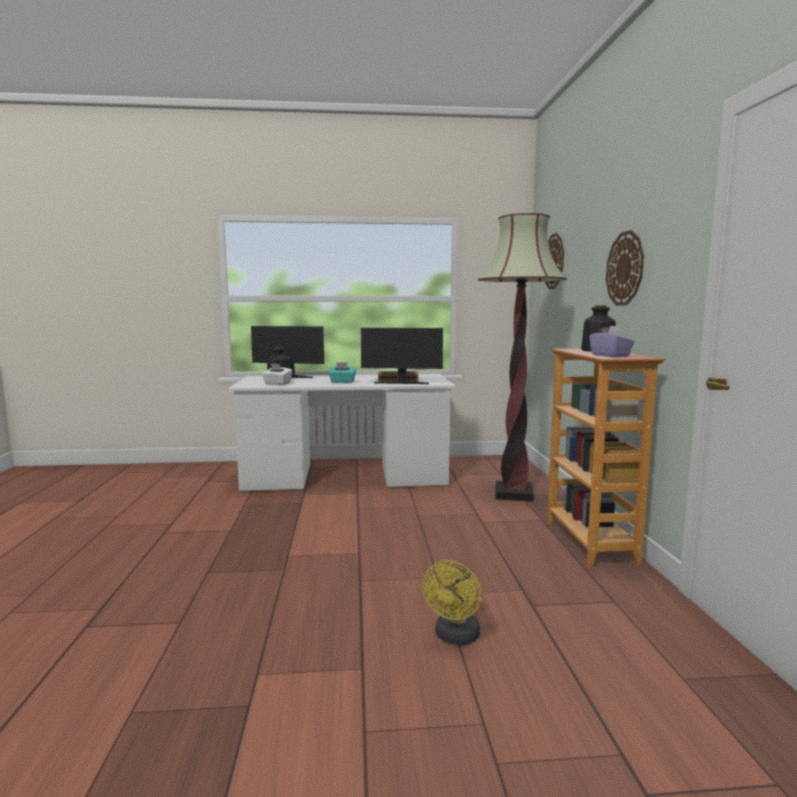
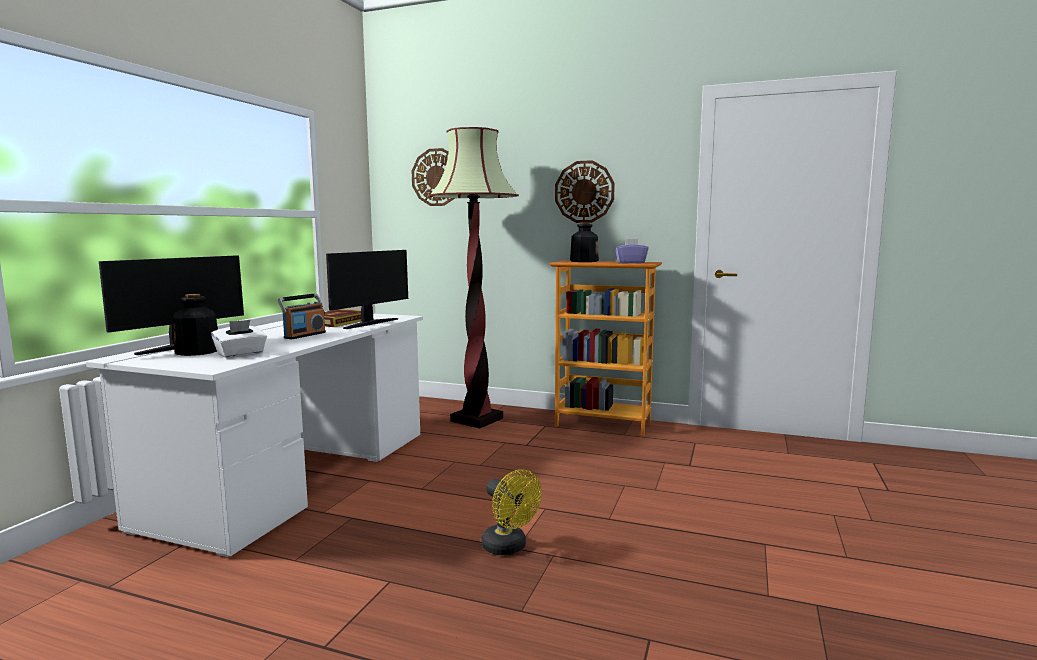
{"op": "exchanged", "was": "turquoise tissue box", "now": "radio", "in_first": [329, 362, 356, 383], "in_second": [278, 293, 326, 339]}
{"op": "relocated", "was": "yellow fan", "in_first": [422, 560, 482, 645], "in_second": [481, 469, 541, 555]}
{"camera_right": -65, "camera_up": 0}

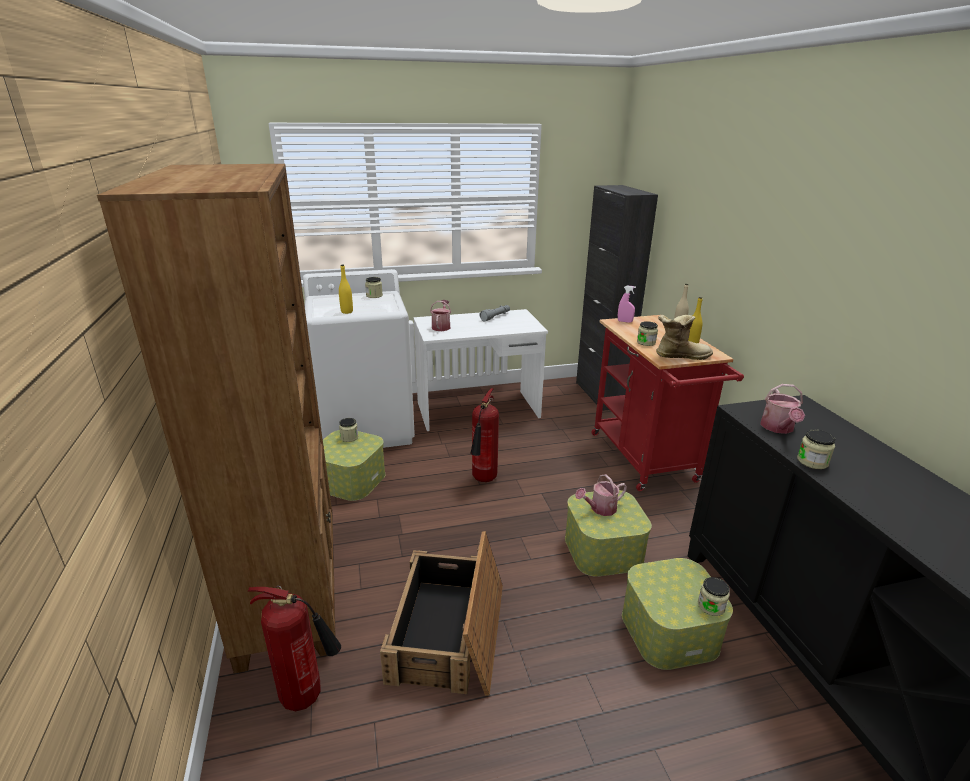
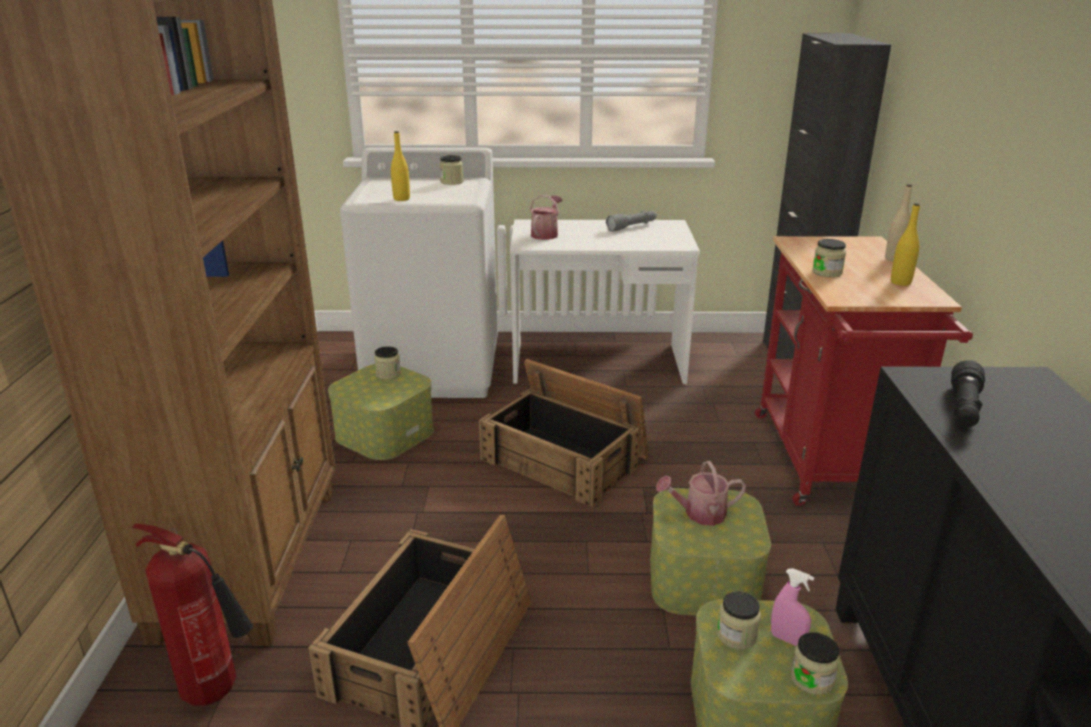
{"op": "exchanged", "was": "fire extinguisher", "now": "crate", "in_first": [470, 388, 499, 482], "in_second": [479, 359, 648, 508]}
{"op": "relocated", "was": "pink spray bottle", "in_first": [618, 286, 636, 323], "in_second": [771, 568, 814, 646]}
{"op": "missing", "was": "boot", "in_first": [656, 315, 713, 360]}
{"op": "exchanged", "was": "watering can", "now": "black flashlight", "in_first": [760, 384, 805, 434], "in_second": [951, 360, 985, 427]}
{"op": "relocated", "was": "jar", "in_first": [797, 429, 836, 469], "in_second": [717, 591, 761, 649]}
{"camera_right": 15, "camera_up": 0}

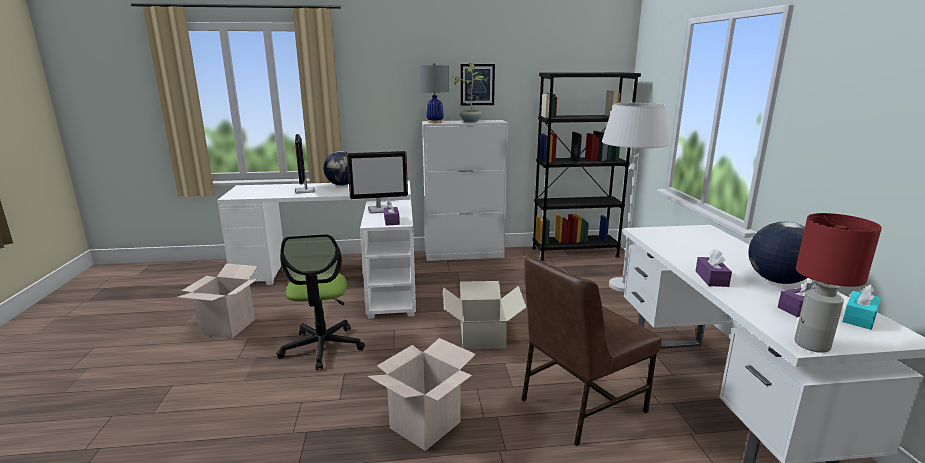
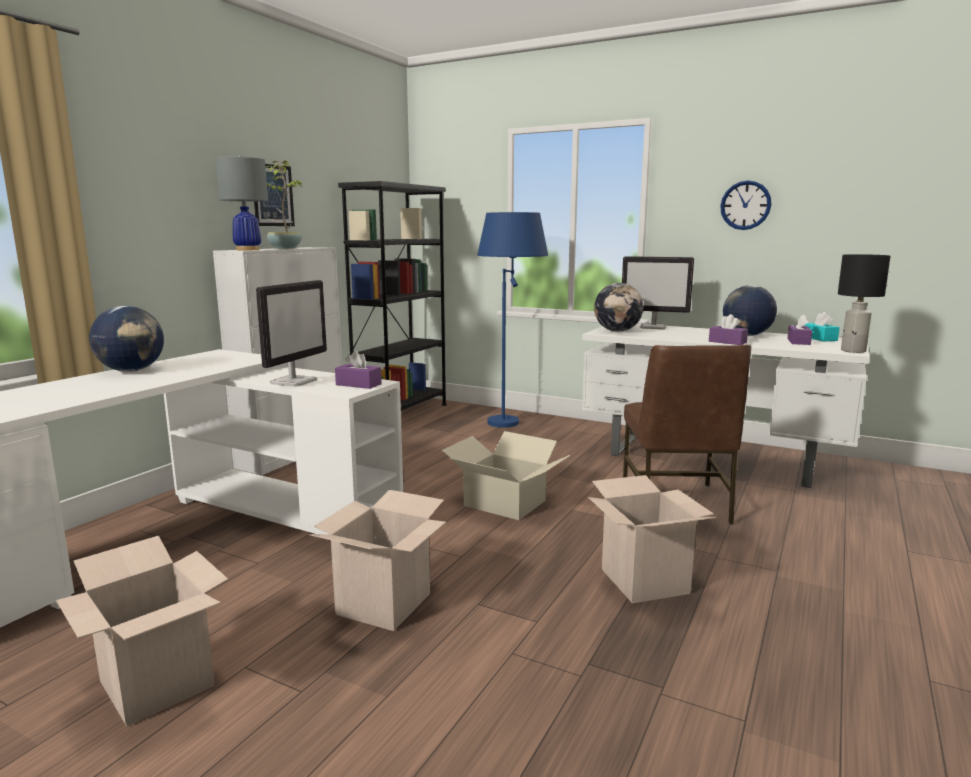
{"op": "exchanged", "was": "office chair", "now": "cardboard box", "in_first": [277, 234, 365, 370], "in_second": [308, 490, 446, 631]}
{"op": "relocated", "was": "monitor", "in_first": [295, 134, 315, 194], "in_second": [622, 256, 694, 329]}
{"op": "colour", "was": "white floor lamp", "now": "blue floor lamp", "in_first": [602, 103, 670, 292], "in_second": [477, 212, 548, 428]}
{"op": "colour", "was": "red table lamp", "now": "black table lamp", "in_first": [794, 213, 882, 353], "in_second": [838, 254, 890, 353]}
{"op": "appeared", "now": "globe", "in_second": [594, 283, 643, 332]}
{"op": "appeared", "now": "wall clock", "in_second": [720, 180, 771, 230]}
{"camera_right": -55, "camera_up": -5}

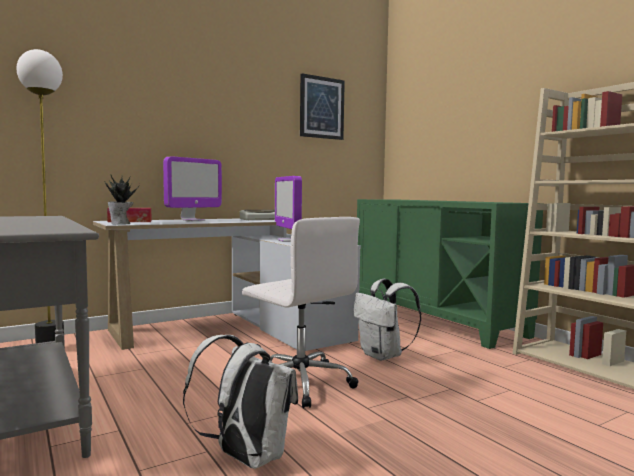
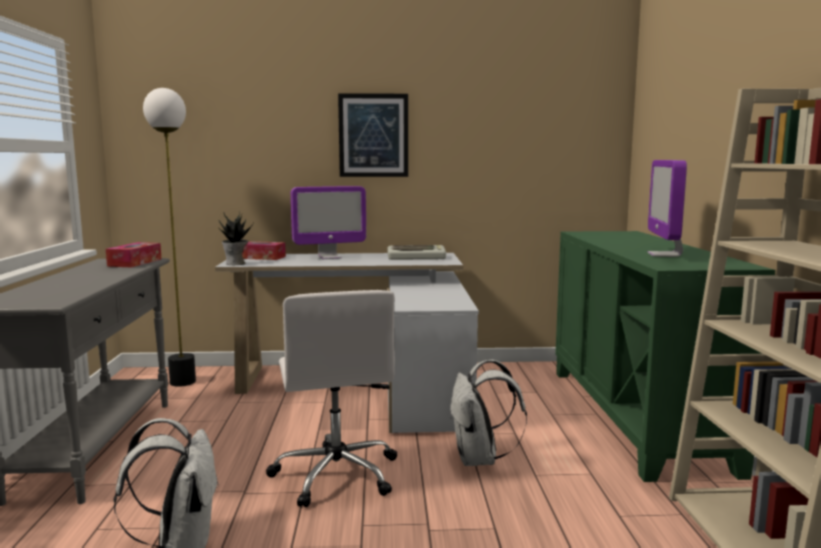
{"op": "relocated", "was": "monitor", "in_first": [275, 176, 302, 242], "in_second": [647, 160, 687, 257]}
{"op": "relocated", "was": "picture", "in_first": [300, 73, 345, 140], "in_second": [338, 93, 408, 177]}
{"op": "appeared", "now": "tissue box", "in_second": [106, 242, 162, 267]}
{"camera_right": 30, "camera_up": 5}

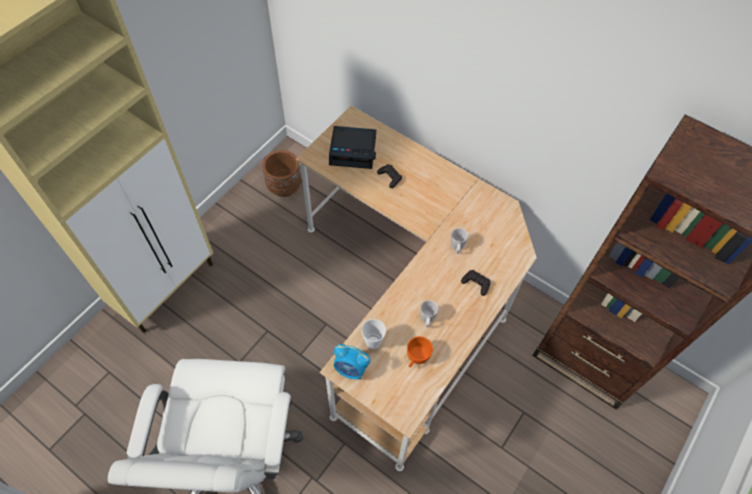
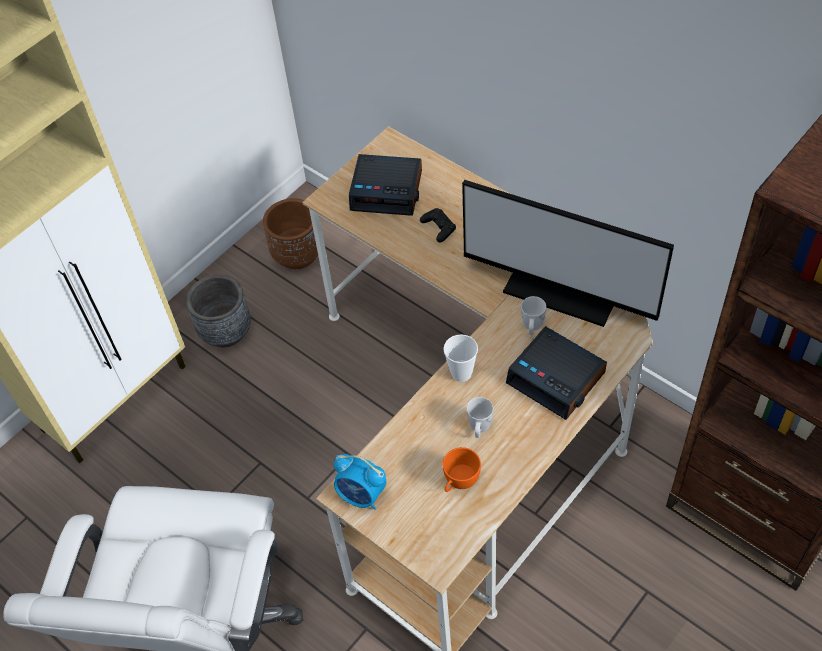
{"op": "relocated", "was": "cup", "in_first": [361, 319, 386, 349], "in_second": [443, 334, 478, 382]}
{"op": "exchanged", "was": "black game controller", "now": "alarm clock", "in_first": [461, 270, 491, 296], "in_second": [506, 326, 607, 420]}
{"op": "appeared", "now": "grey planter", "in_second": [186, 275, 251, 347]}
{"op": "appeared", "now": "monitor", "in_second": [462, 180, 674, 327]}
{"camera_right": 10, "camera_up": -5}

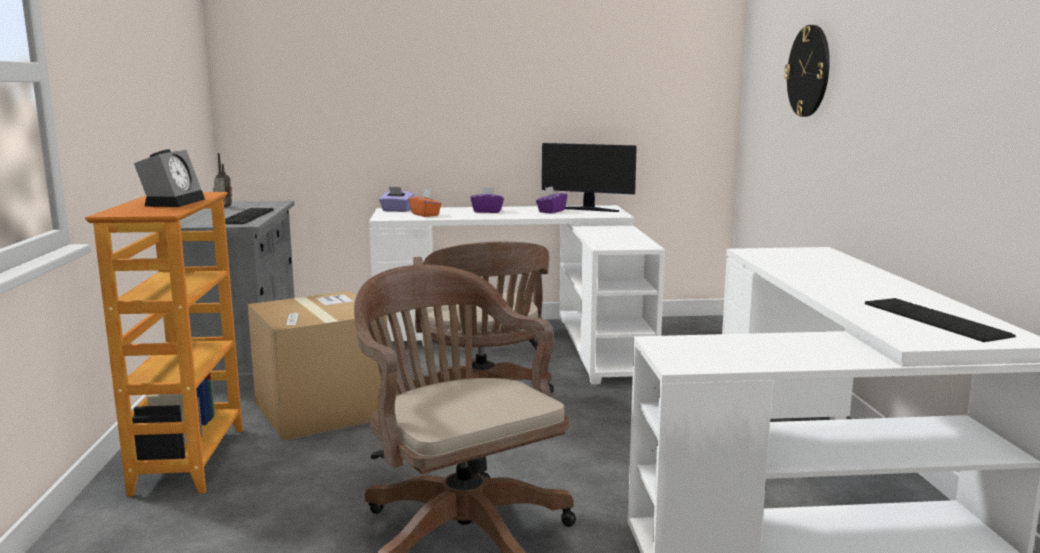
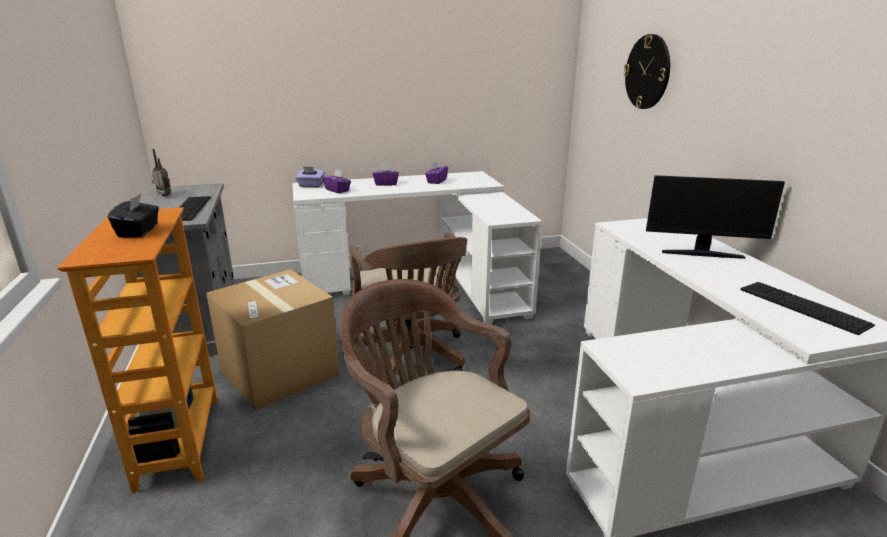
{"op": "exchanged", "was": "alarm clock", "now": "black tissue box", "in_first": [134, 149, 205, 207], "in_second": [108, 194, 159, 238]}
{"op": "colour", "was": "orange tissue box", "now": "purple tissue box", "in_first": [409, 189, 442, 217], "in_second": [322, 169, 351, 193]}
{"op": "relocated", "was": "monitor", "in_first": [542, 143, 637, 212], "in_second": [646, 175, 785, 259]}
{"camera_right": -10, "camera_up": 10}

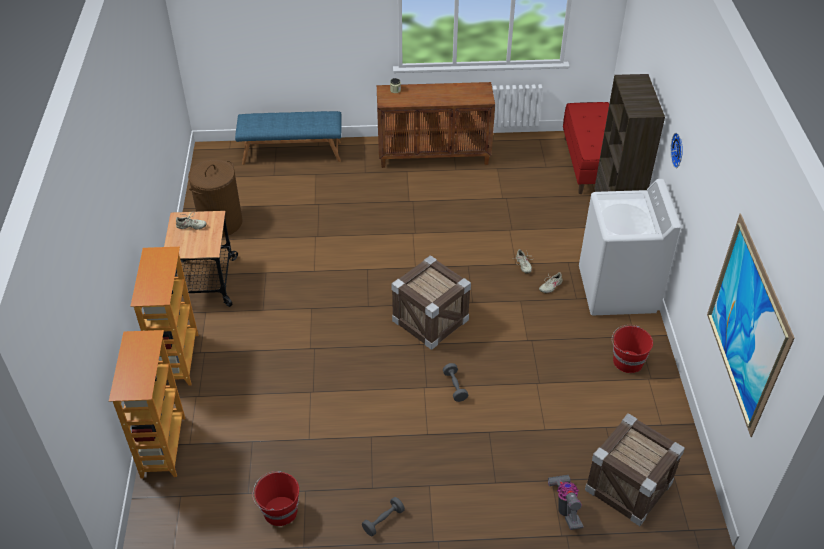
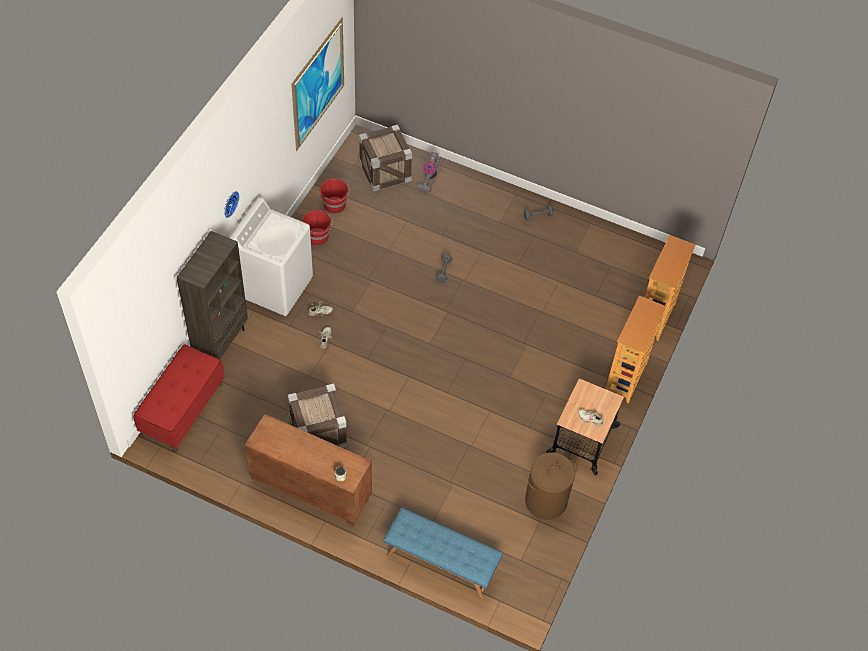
{"op": "relocated", "was": "red bucket", "in_first": [252, 471, 299, 526], "in_second": [320, 179, 350, 213]}
{"op": "relocated", "was": "crate", "in_first": [391, 255, 471, 350], "in_second": [288, 383, 347, 448]}
{"camera_right": -155, "camera_up": 10}

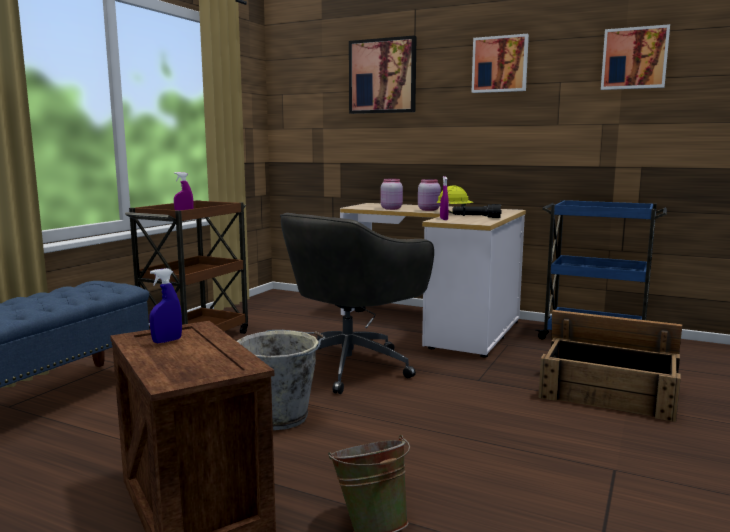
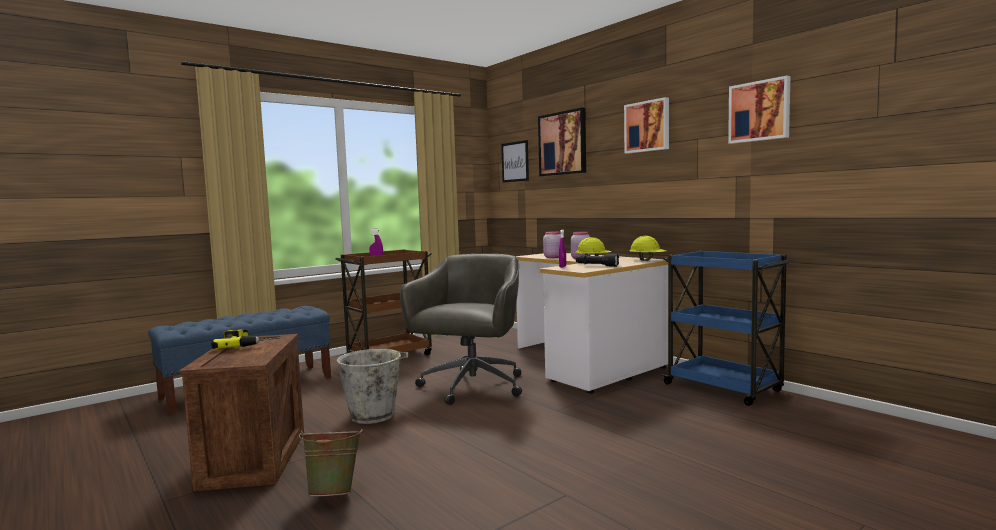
{"op": "exchanged", "was": "blue spray bottle", "now": "power drill", "in_first": [149, 268, 182, 343], "in_second": [211, 329, 280, 349]}
{"op": "spun", "was": "grey office chair", "in_first": [280, 213, 434, 394], "in_second": [400, 254, 522, 405], "clockwise": 135}
{"op": "missing", "was": "crate", "in_first": [539, 310, 682, 422]}
{"op": "appeared", "now": "picture", "in_second": [501, 140, 529, 183]}
{"op": "appeared", "now": "yellow hard hat", "in_second": [629, 236, 666, 261]}
{"camera_right": 25, "camera_up": -5}

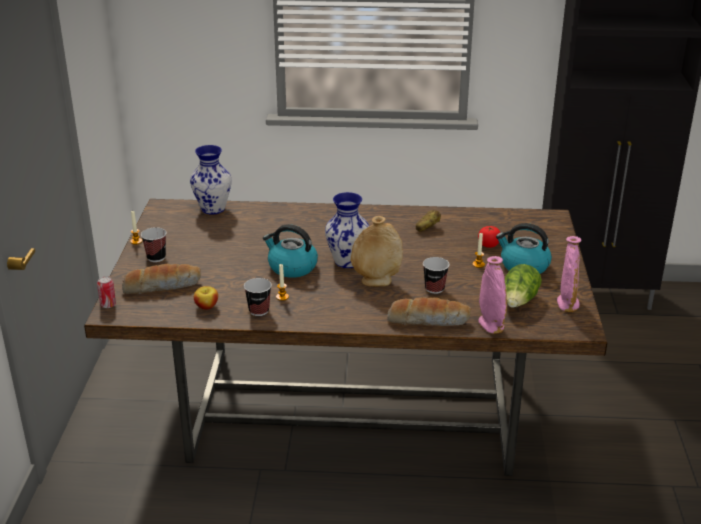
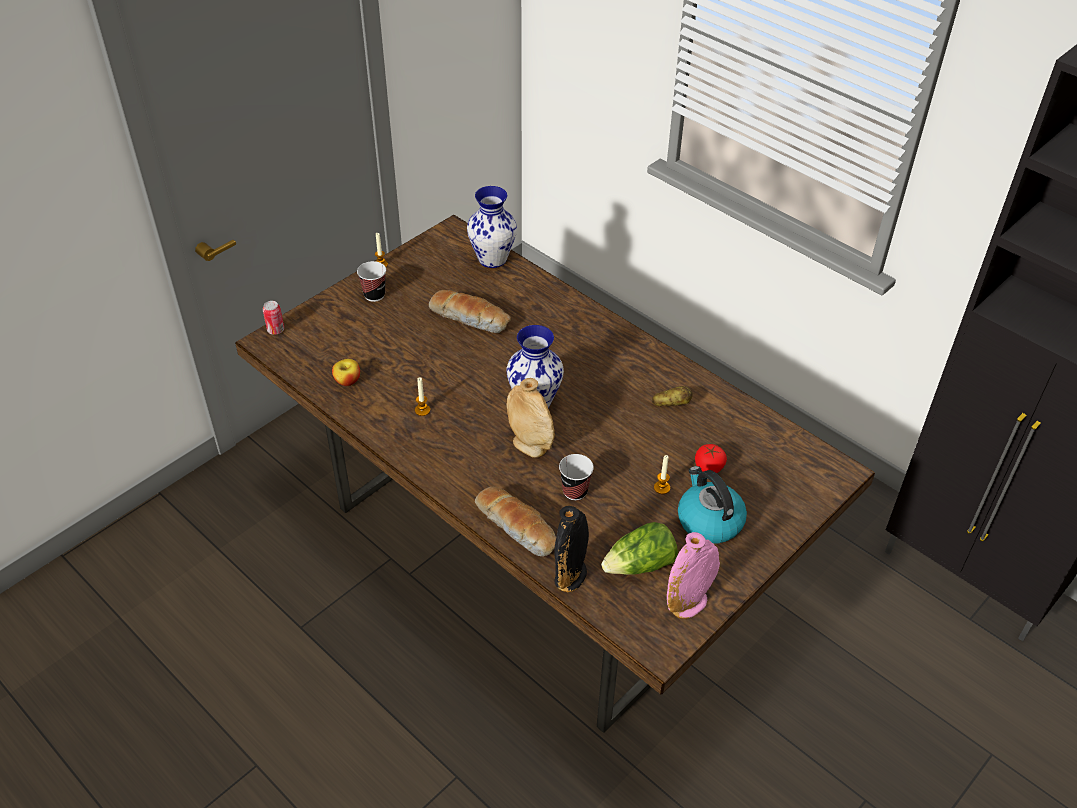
{"op": "relocated", "was": "bread", "in_first": [122, 264, 201, 294], "in_second": [429, 290, 511, 333]}
{"op": "missing", "was": "cup", "in_first": [244, 278, 272, 316]}
{"op": "missing", "was": "kettle", "in_first": [263, 224, 318, 278]}
{"op": "colour", "was": "pink vase", "now": "black vase", "in_first": [478, 256, 507, 334], "in_second": [554, 506, 589, 592]}
{"camera_right": 40, "camera_up": 15}

